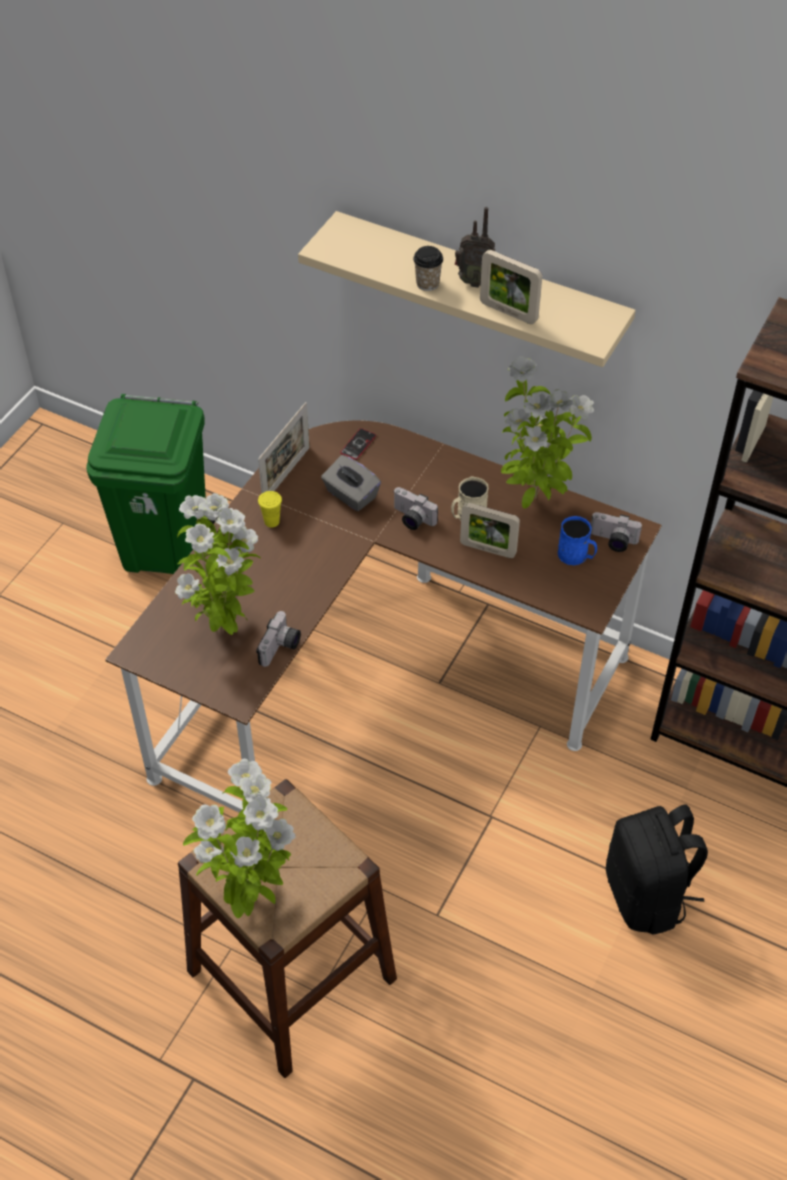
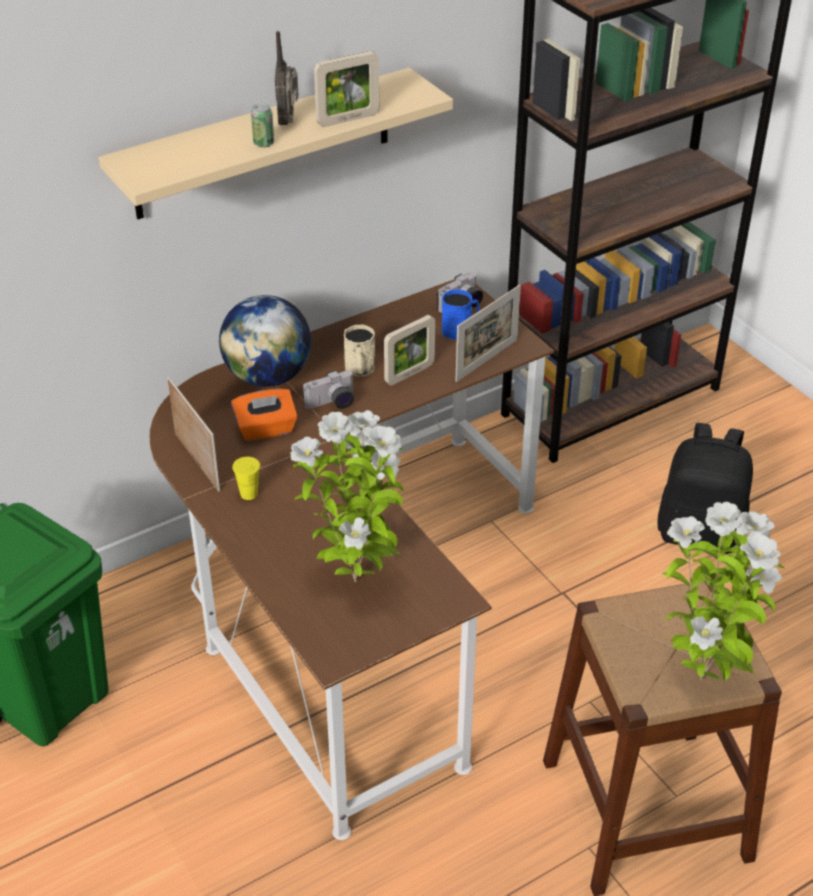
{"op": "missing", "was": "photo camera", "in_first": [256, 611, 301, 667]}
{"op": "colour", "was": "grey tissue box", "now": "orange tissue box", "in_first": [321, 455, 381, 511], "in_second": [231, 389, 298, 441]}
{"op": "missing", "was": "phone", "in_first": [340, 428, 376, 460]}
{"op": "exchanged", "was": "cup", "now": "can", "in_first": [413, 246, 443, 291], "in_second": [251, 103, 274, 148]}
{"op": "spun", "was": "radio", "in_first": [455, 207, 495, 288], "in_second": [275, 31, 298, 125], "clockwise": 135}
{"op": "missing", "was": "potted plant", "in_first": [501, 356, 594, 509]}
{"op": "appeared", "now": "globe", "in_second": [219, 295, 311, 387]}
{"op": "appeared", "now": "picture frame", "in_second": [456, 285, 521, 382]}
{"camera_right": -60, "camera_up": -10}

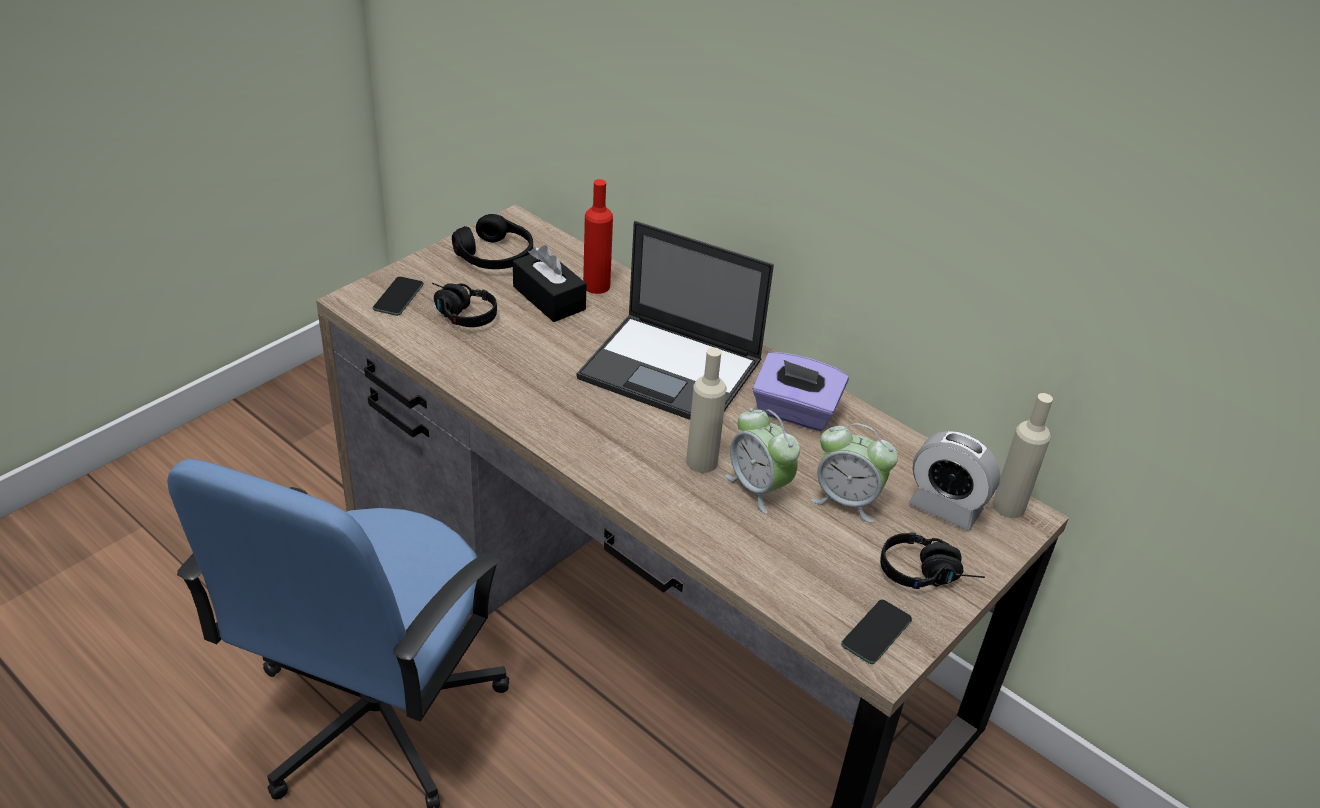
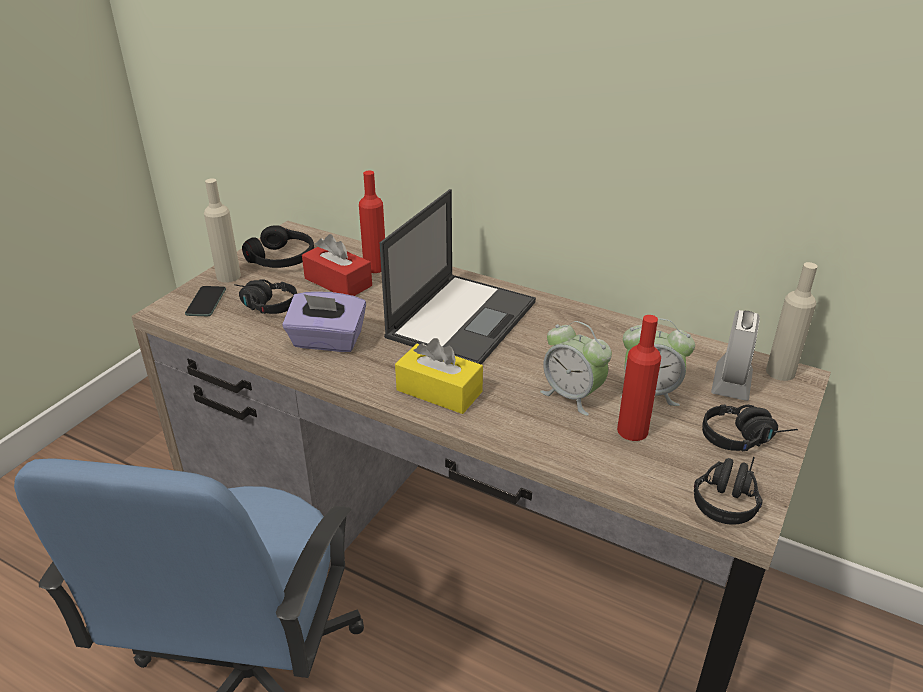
{"op": "colour", "was": "black tissue box", "now": "red tissue box", "in_first": [513, 245, 587, 322], "in_second": [302, 234, 372, 296]}
{"op": "spun", "was": "laptop", "in_first": [576, 221, 774, 420], "in_second": [380, 189, 536, 364], "clockwise": -75}
{"op": "relocated", "was": "beige bottle", "in_first": [686, 347, 727, 473], "in_second": [204, 178, 241, 283]}
{"op": "relocated", "was": "purple tissue box", "in_first": [753, 352, 849, 431], "in_second": [282, 291, 366, 352]}
{"op": "exchanged", "was": "phone", "now": "black headphones", "in_first": [841, 600, 912, 664], "in_second": [694, 457, 763, 525]}
{"op": "spun", "was": "alarm clock", "in_first": [909, 431, 1000, 530], "in_second": [711, 310, 760, 401], "clockwise": -90}
{"op": "appeared", "now": "yellow tissue box", "in_second": [395, 338, 483, 414]}
{"op": "appeared", "now": "red bottle", "in_second": [617, 315, 661, 441]}
{"camera_right": -10, "camera_up": -5}

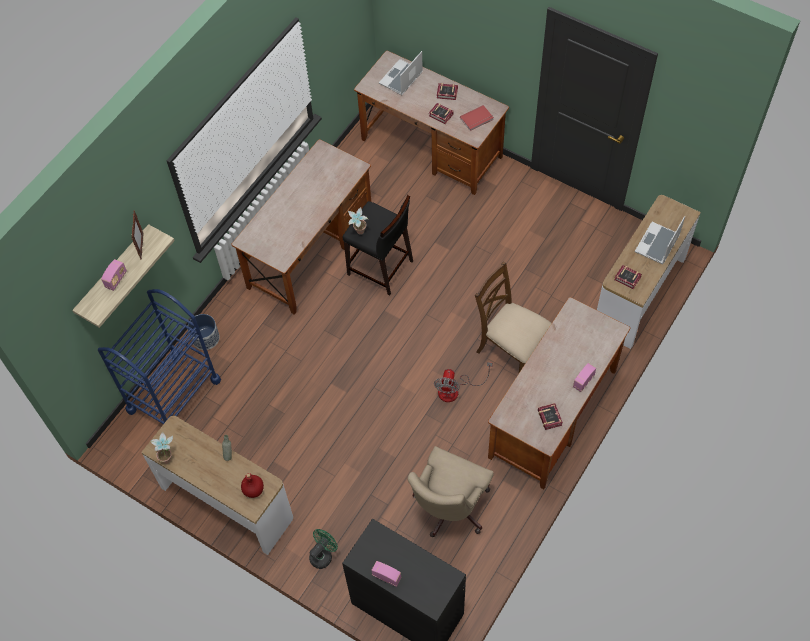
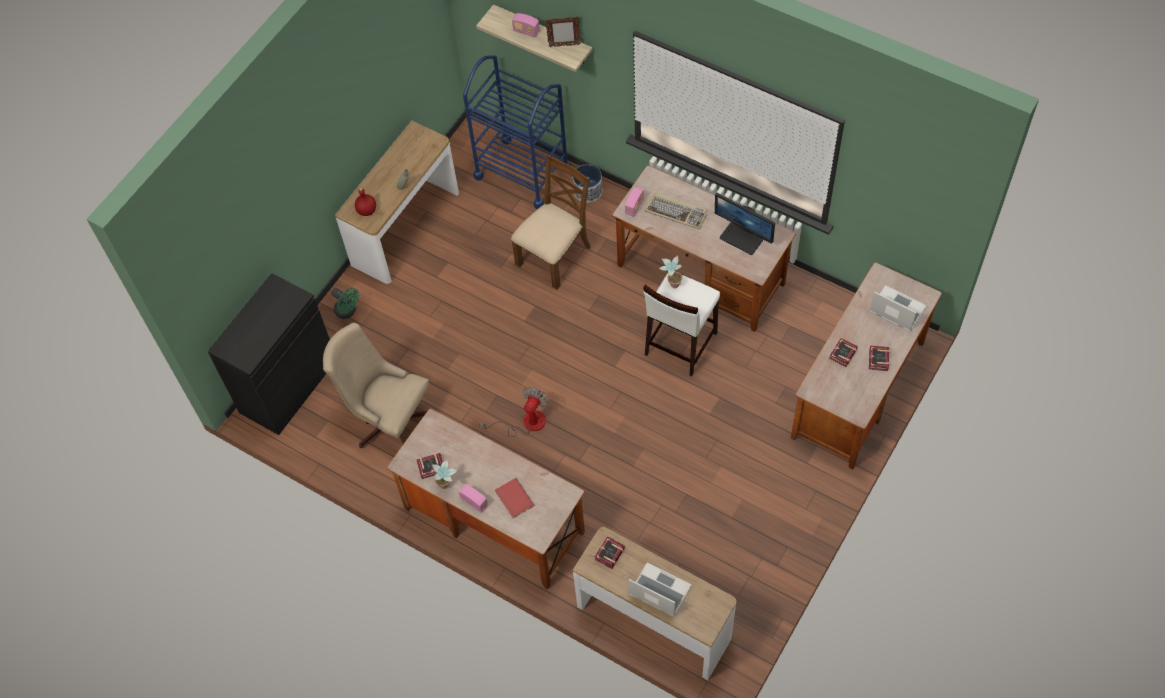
{"op": "relocated", "was": "potted plant", "in_first": [150, 431, 173, 464], "in_second": [432, 460, 458, 489]}
{"op": "colour", "was": "black stool", "now": "white stool", "in_first": [342, 195, 413, 296], "in_second": [643, 273, 720, 376]}
{"op": "relocated", "was": "radio", "in_first": [371, 561, 402, 587], "in_second": [625, 187, 644, 217]}
{"op": "spun", "was": "fan", "in_first": [434, 362, 493, 402], "in_second": [479, 387, 549, 437], "clockwise": 105}
{"op": "relocated", "was": "red book", "in_first": [460, 105, 494, 131], "in_second": [495, 478, 535, 518]}
{"op": "relocated", "was": "brown chair", "in_first": [475, 262, 552, 373], "in_second": [511, 155, 591, 290]}
{"op": "appeared", "now": "keyboard", "in_second": [645, 192, 707, 230]}
{"op": "appeared", "now": "monitor", "in_second": [715, 193, 775, 255]}
{"camera_right": 90, "camera_up": 0}

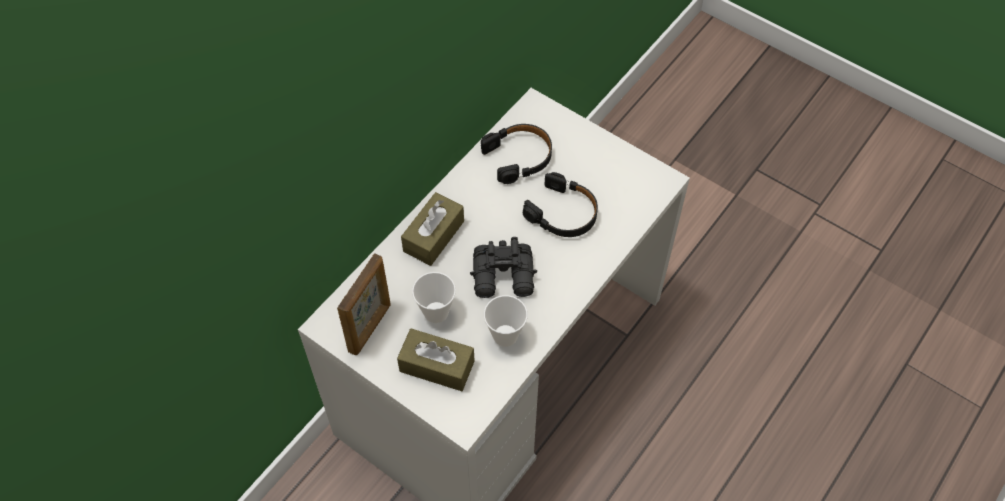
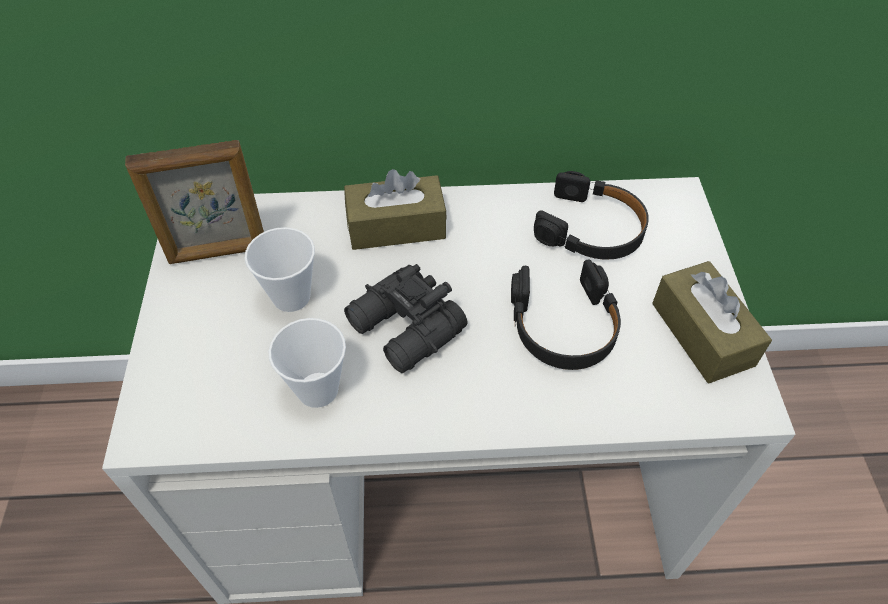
{"op": "relocated", "was": "brown tissue box", "in_first": [397, 329, 474, 391], "in_second": [652, 261, 772, 383]}
{"camera_right": 50, "camera_up": -5}

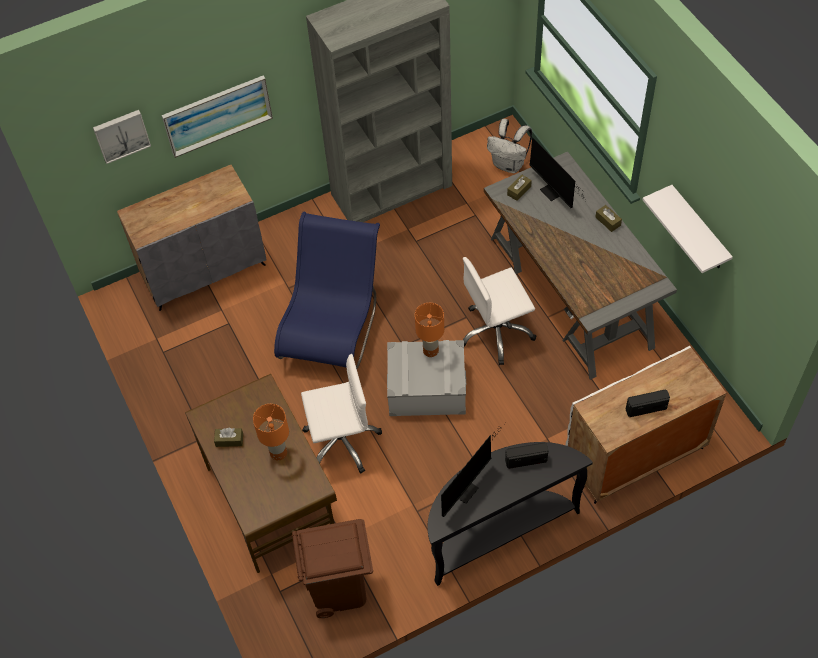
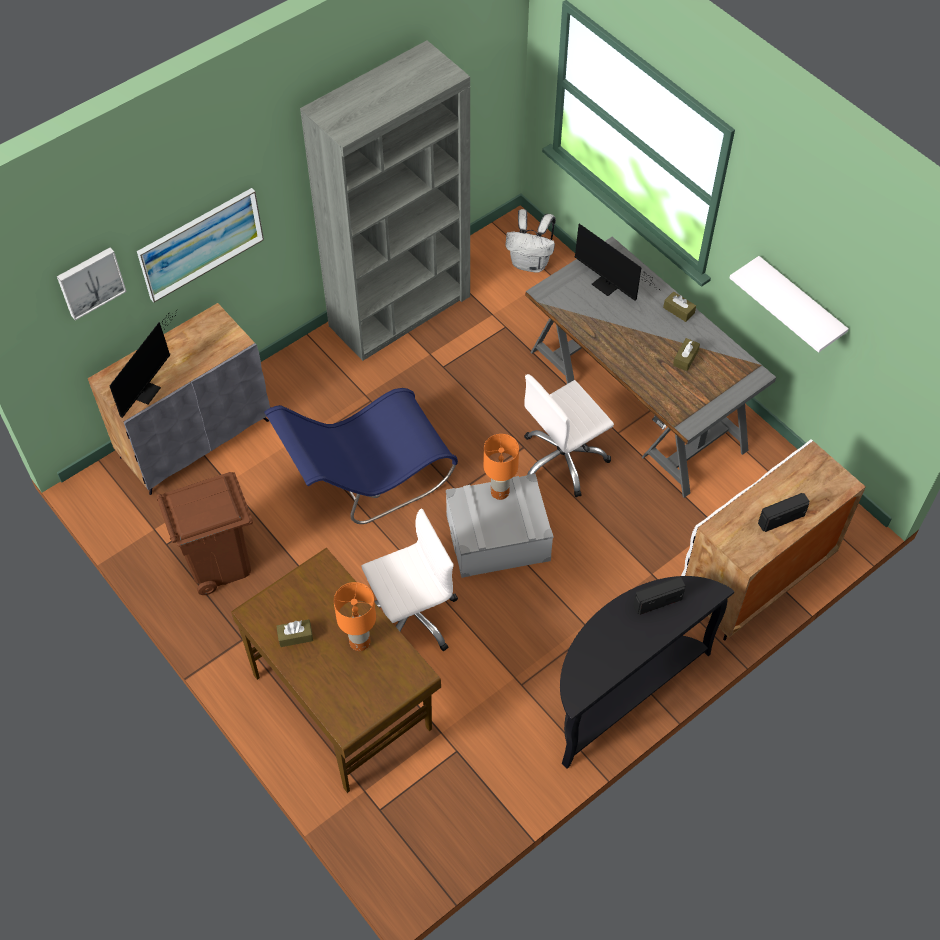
{"op": "spun", "was": "blue chair", "in_first": [274, 211, 380, 369], "in_second": [264, 388, 458, 524], "clockwise": -120}
{"op": "relocated", "was": "brown trash can", "in_first": [292, 519, 373, 618], "in_second": [157, 472, 253, 595]}
{"op": "relocated", "was": "monitor", "in_first": [441, 427, 500, 517], "in_second": [110, 309, 178, 418]}
{"op": "relocated", "was": "brown tissue box", "in_first": [507, 174, 532, 201], "in_second": [673, 338, 700, 371]}
{"camera_right": -15, "camera_up": 0}

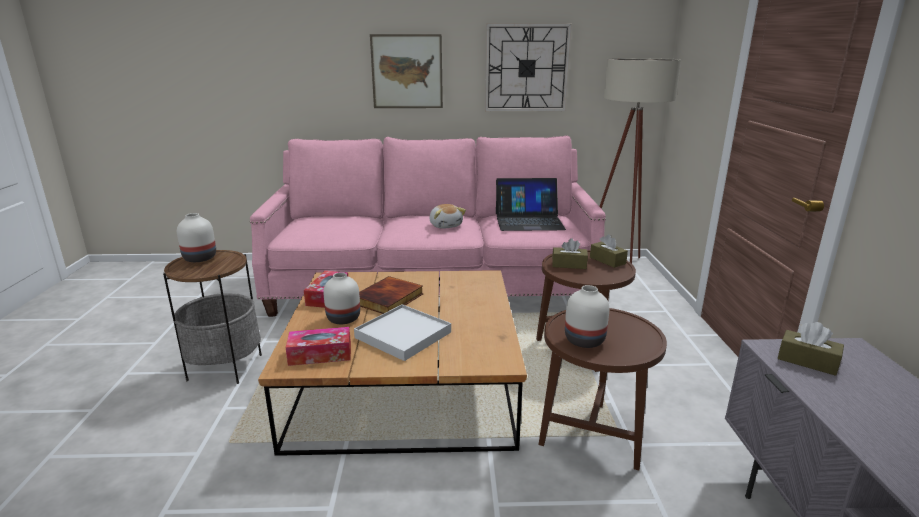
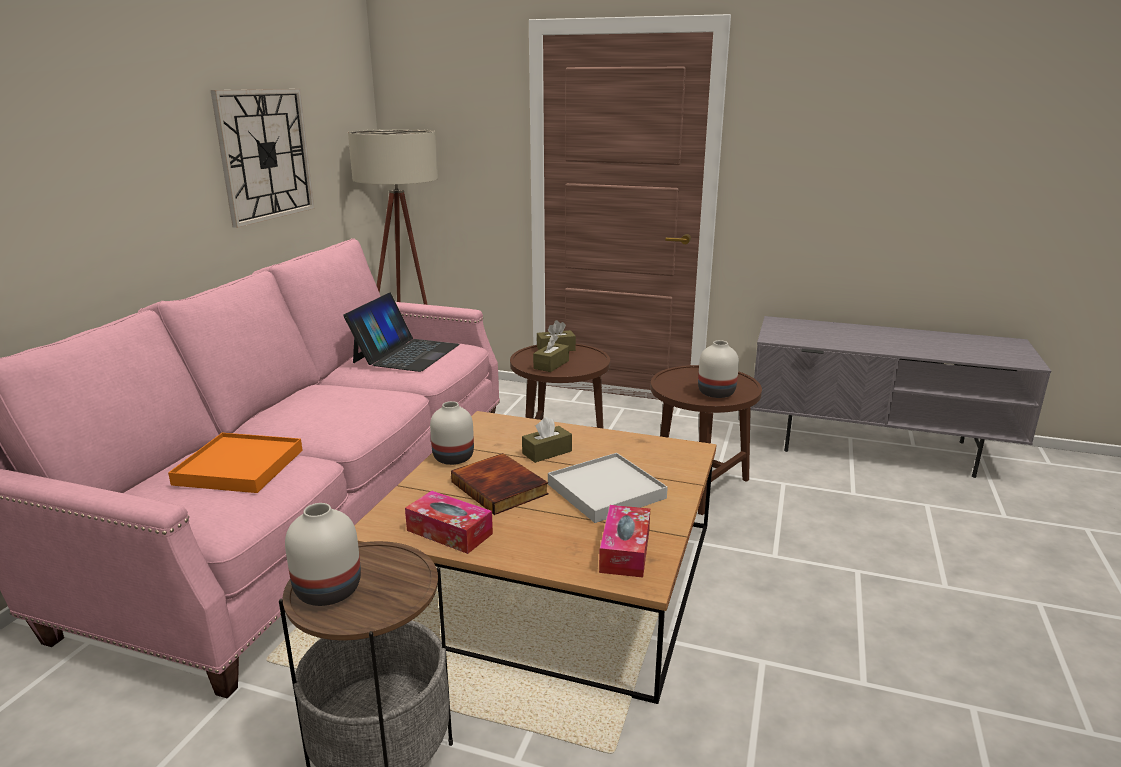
{"op": "relocated", "was": "white vase", "in_first": [323, 272, 360, 324], "in_second": [430, 401, 474, 465]}
{"op": "missing", "was": "picture", "in_first": [370, 34, 443, 108]}
{"op": "missing", "was": "plush toy", "in_first": [430, 204, 466, 229]}
{"op": "relocated", "was": "brown tissue box", "in_first": [778, 322, 844, 376], "in_second": [522, 417, 572, 463]}
{"op": "appeared", "now": "orange tray", "in_second": [168, 433, 303, 493]}
{"camera_right": -70, "camera_up": 0}

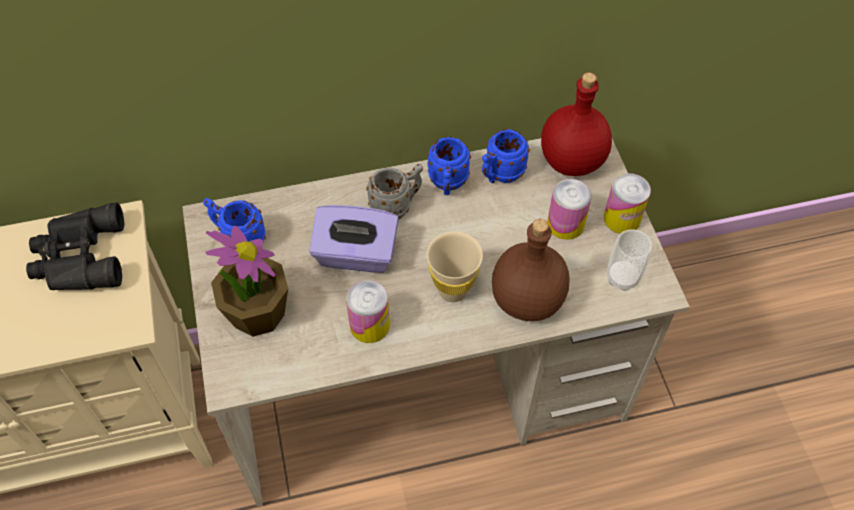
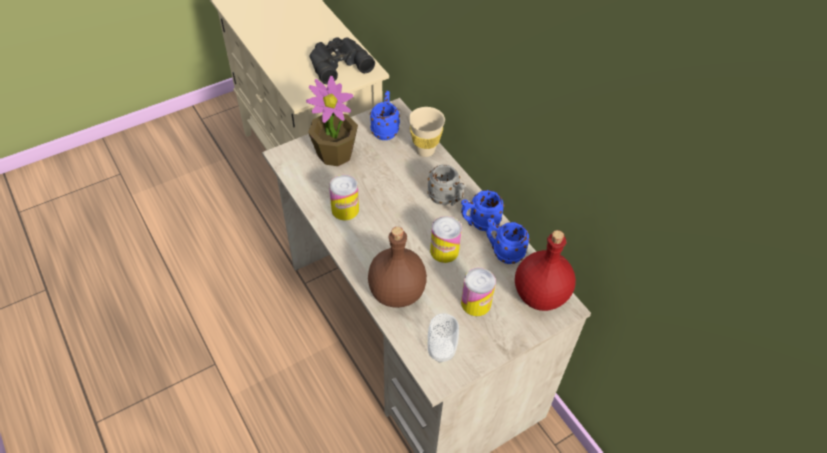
{"op": "missing", "was": "purple tissue box", "in_first": [309, 205, 399, 273]}
{"op": "relocated", "was": "beige cup", "in_first": [427, 232, 483, 302], "in_second": [409, 107, 445, 157]}
{"op": "relocated", "was": "can", "in_first": [604, 173, 651, 233], "in_second": [430, 216, 462, 263]}
{"camera_right": 70, "camera_up": -5}

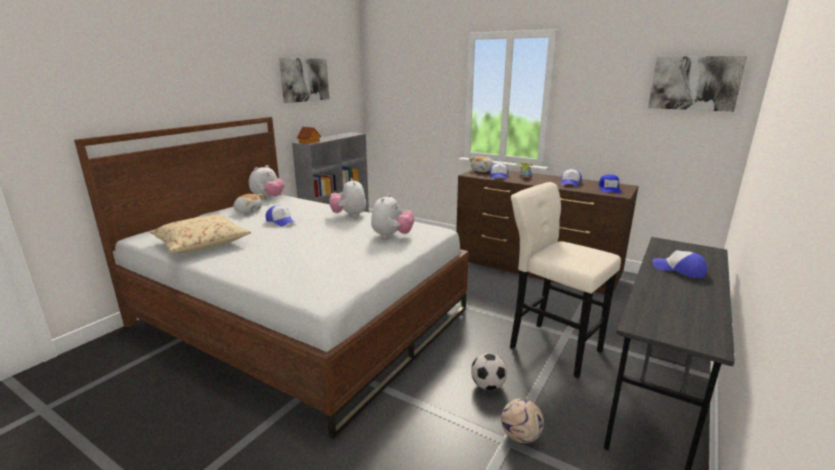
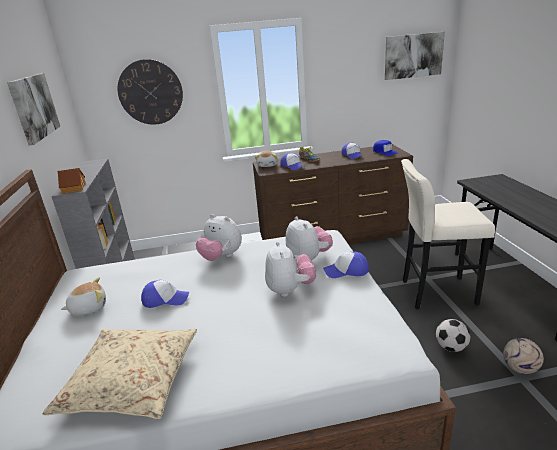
{"op": "relocated", "was": "plush toy", "in_first": [249, 165, 285, 199], "in_second": [265, 242, 316, 297]}
{"op": "relocated", "was": "cap", "in_first": [653, 250, 707, 278], "in_second": [323, 252, 369, 278]}
{"op": "appeared", "now": "wall clock", "in_second": [118, 59, 183, 125]}
{"camera_right": -40, "camera_up": 5}

